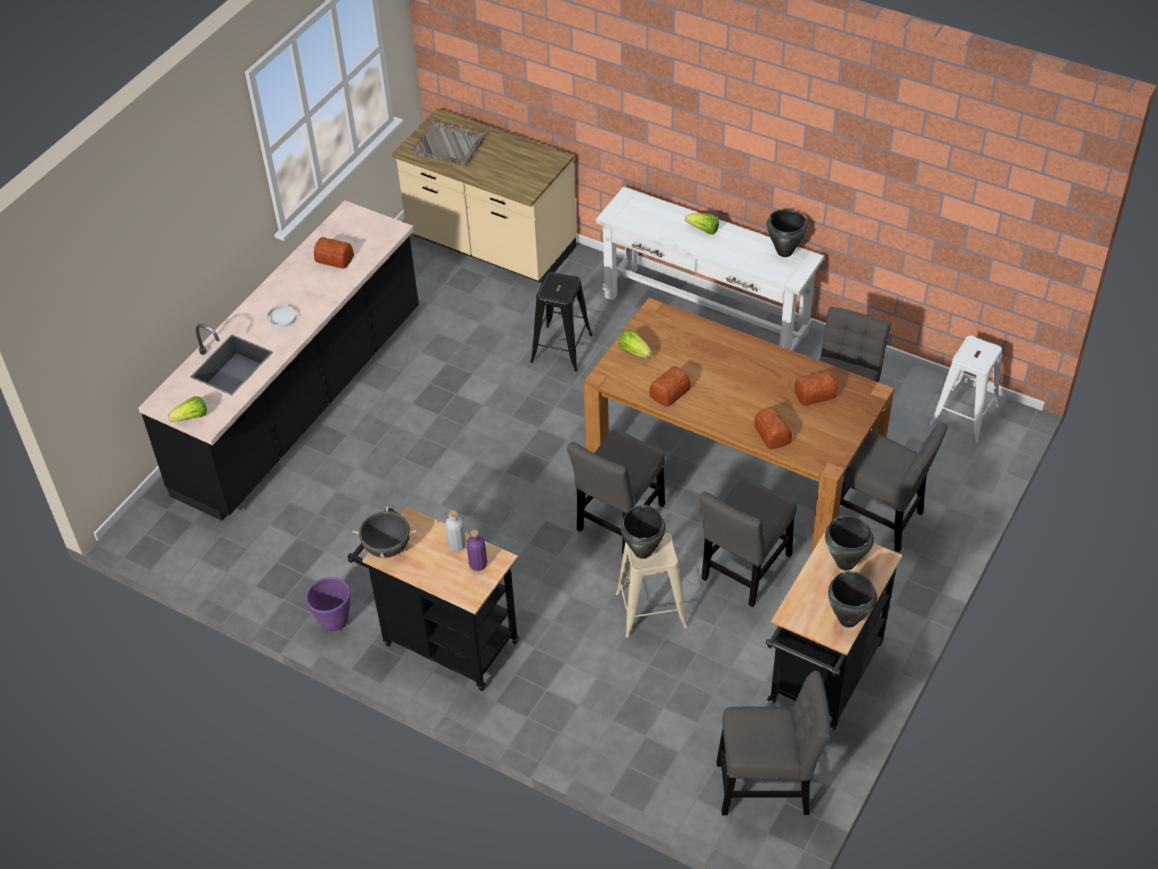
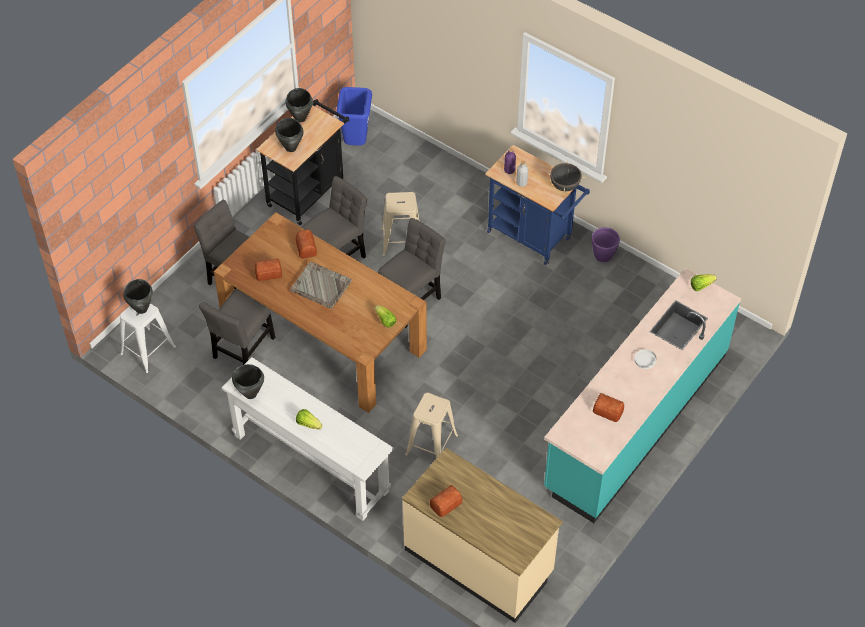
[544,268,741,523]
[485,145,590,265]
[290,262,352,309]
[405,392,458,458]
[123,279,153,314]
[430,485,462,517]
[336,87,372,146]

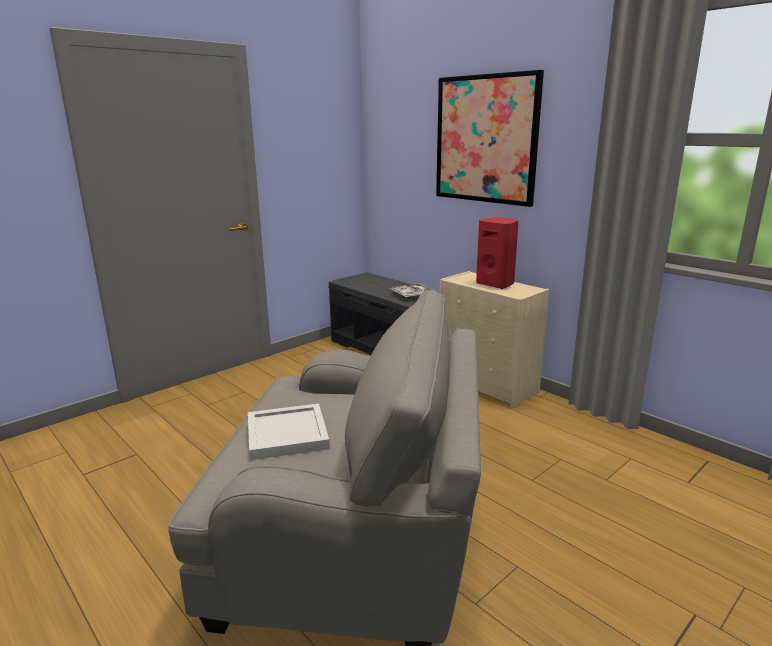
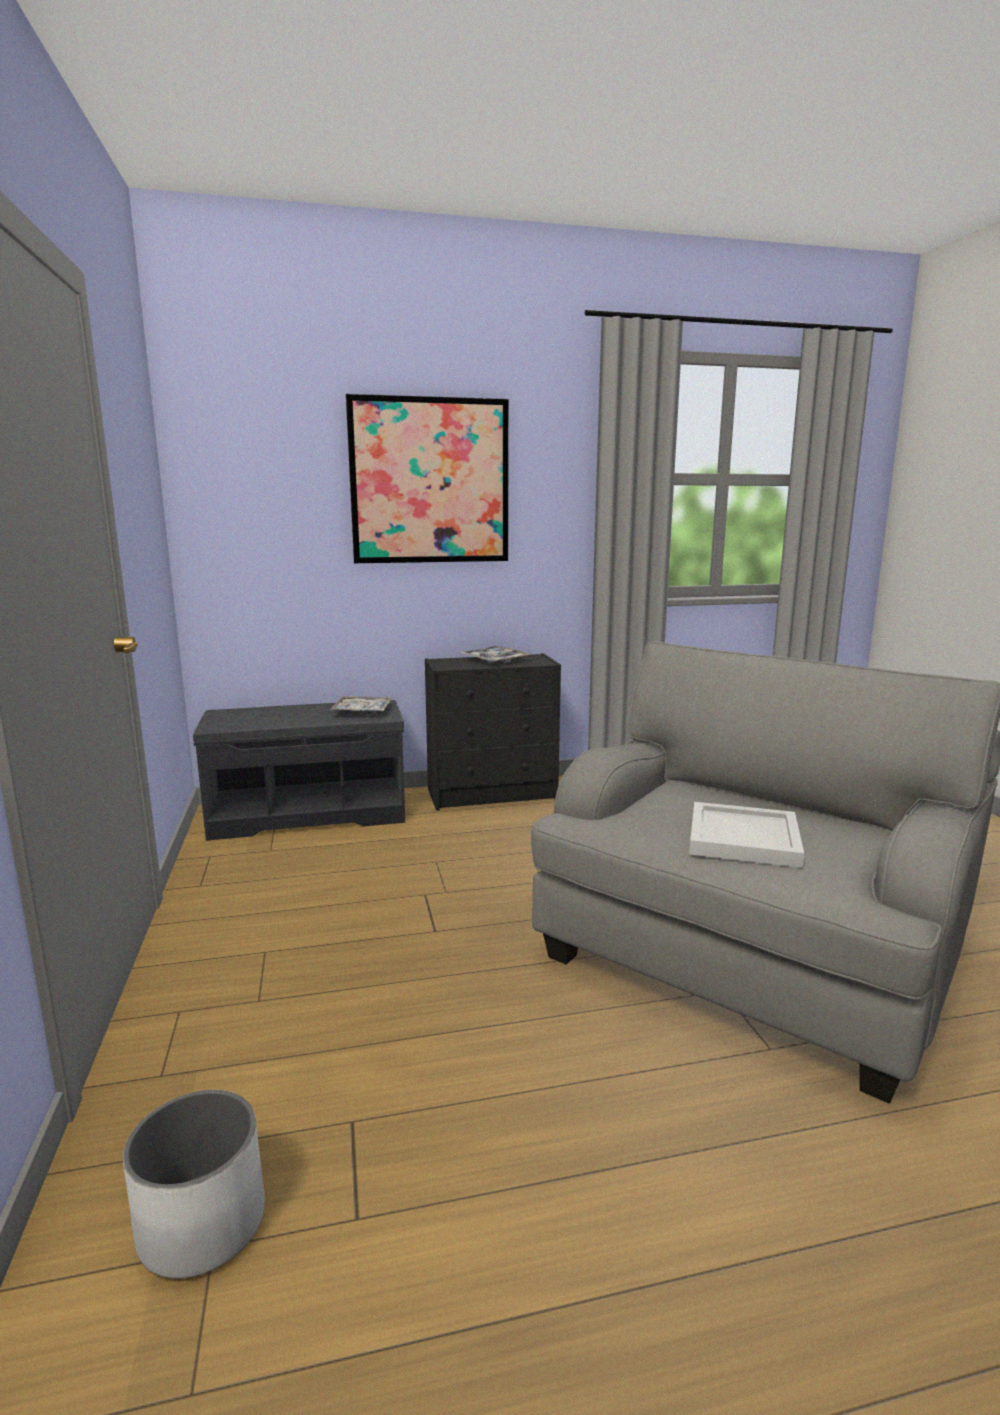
[425,653,561,811]
[460,646,530,663]
[123,1090,265,1279]

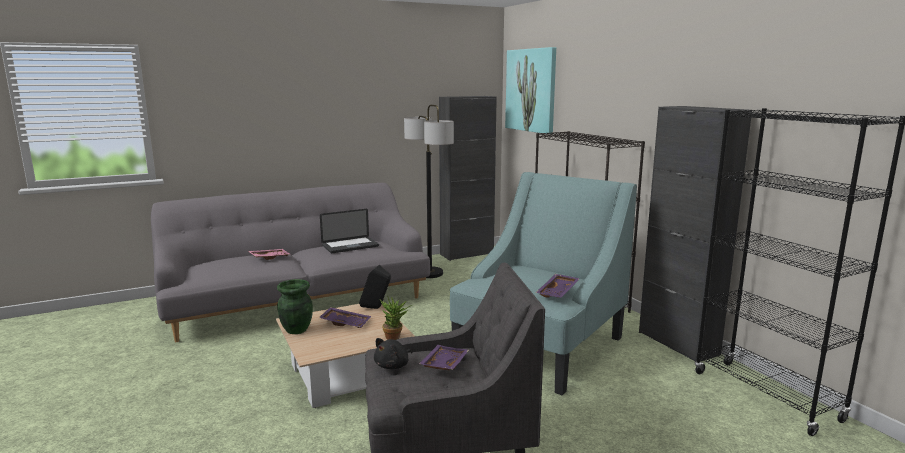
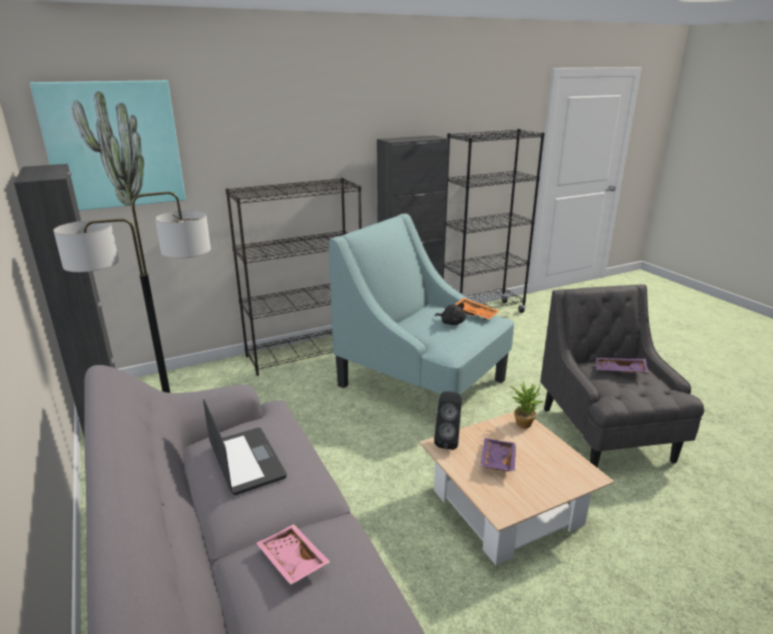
[277,279,313,334] (first image)
[435,303,465,325]
[455,298,499,320]

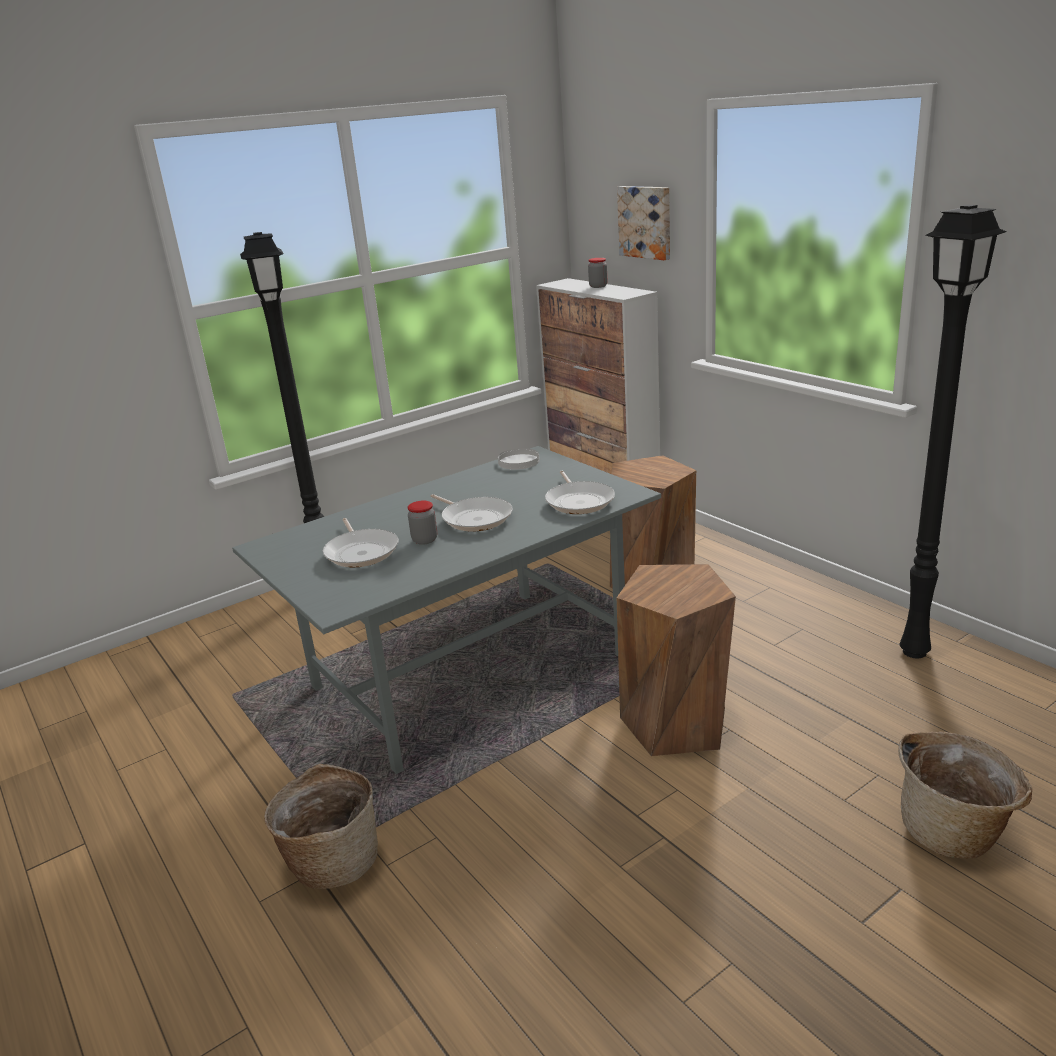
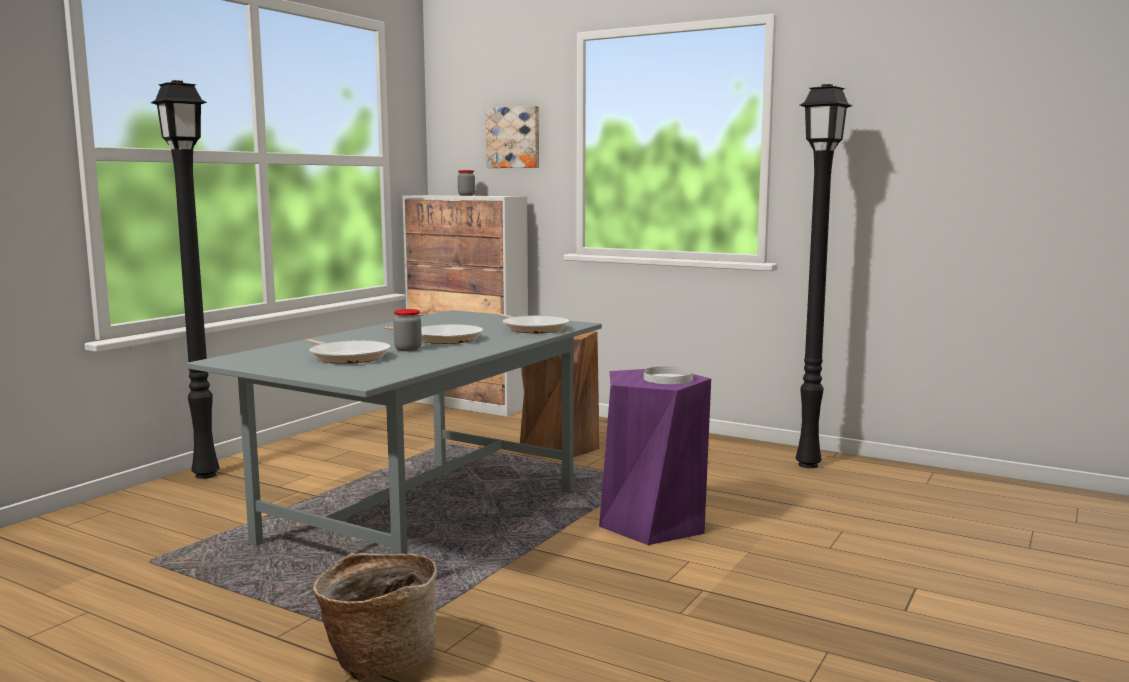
[644,366,693,384]
[599,369,711,545]
[898,732,1032,859] (first image)

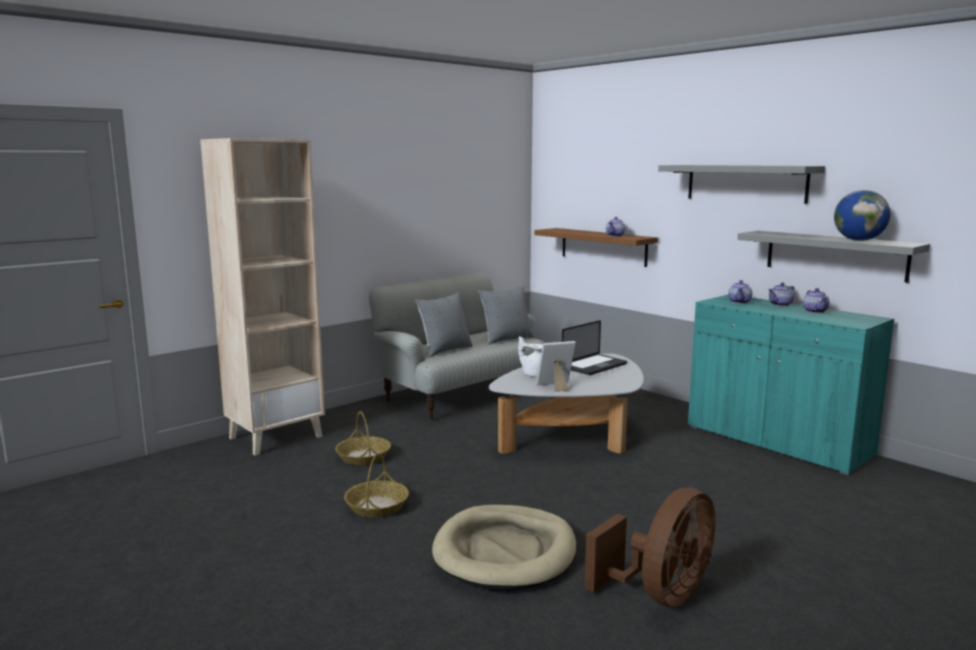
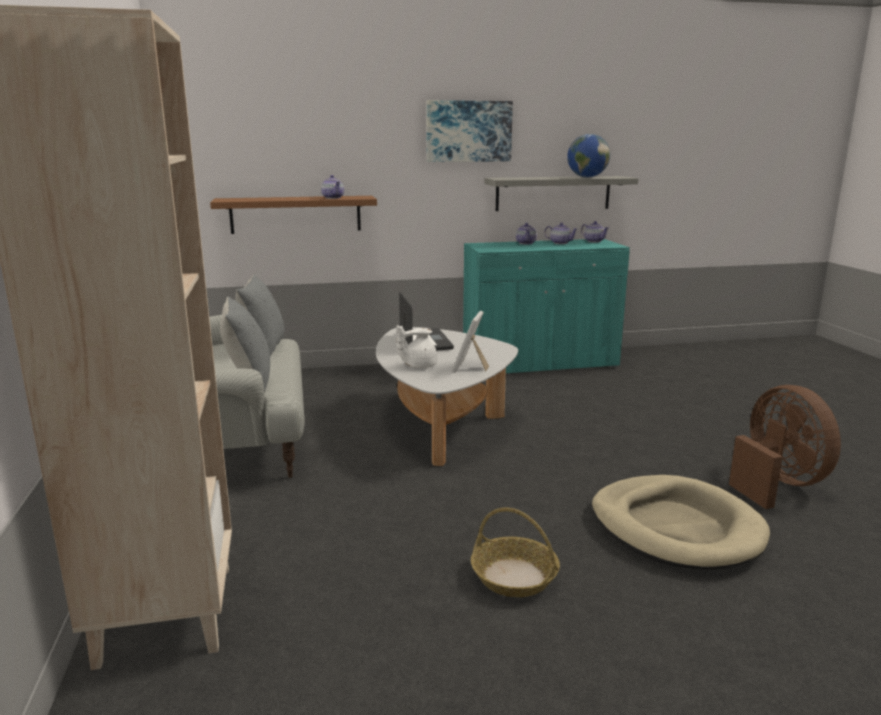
[335,411,391,465] (first image)
[426,100,513,162]
[581,221,609,242]

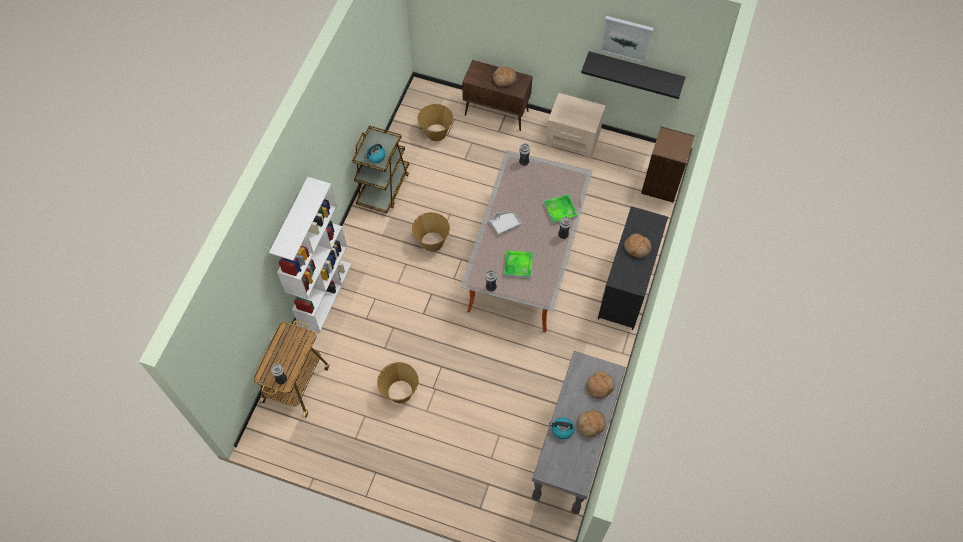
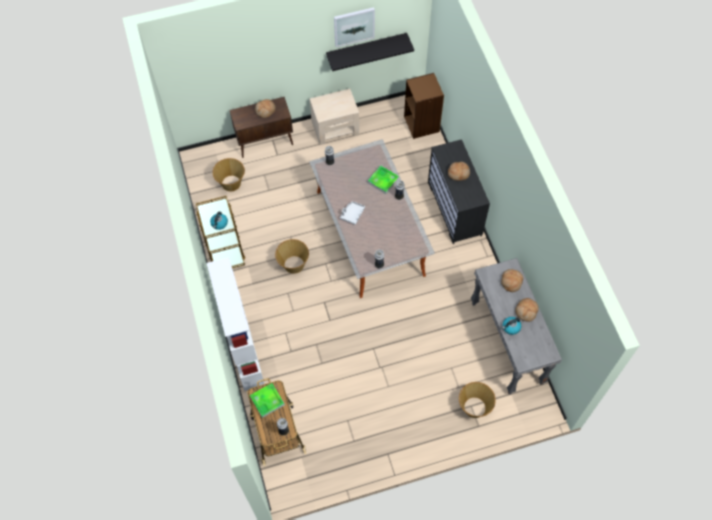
[459,382,496,418]
[250,383,285,418]

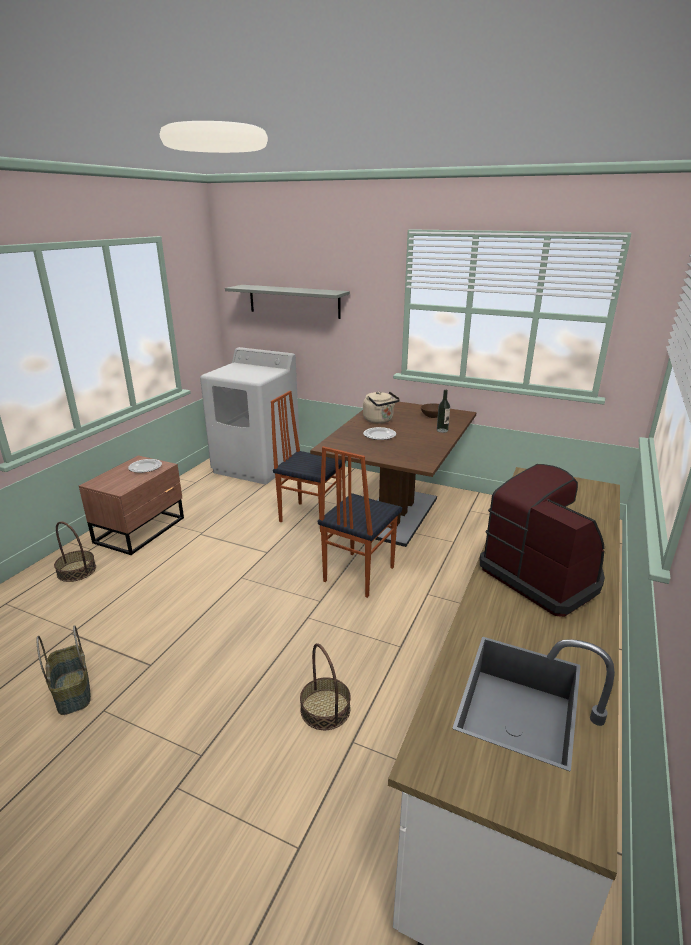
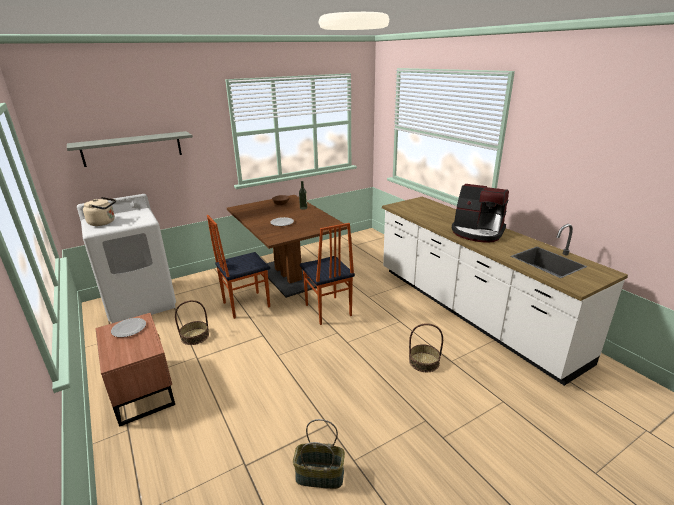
[175,300,209,345]
[83,197,116,226]
[452,184,509,243]

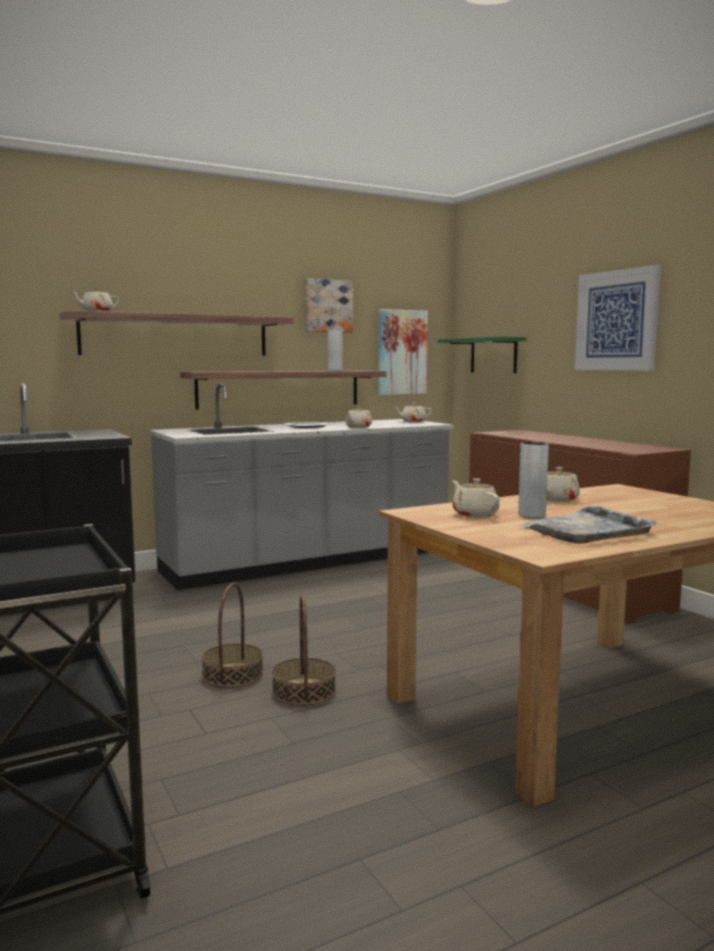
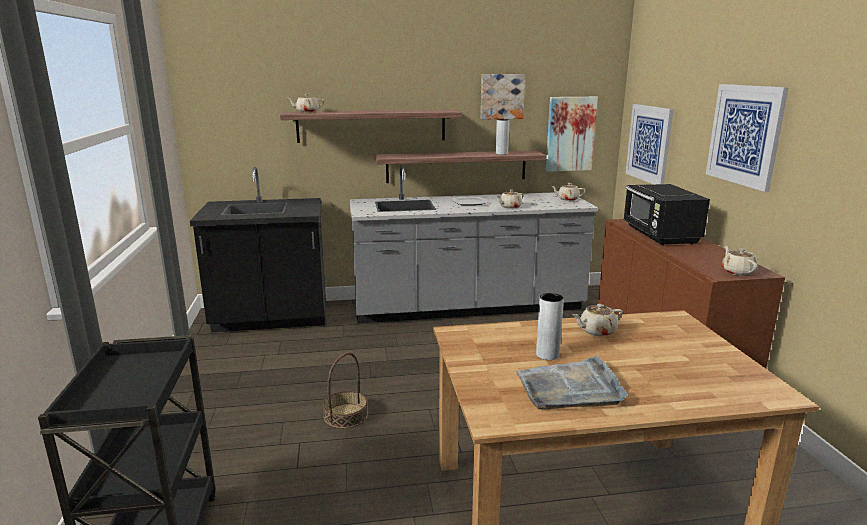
[272,594,336,706] (first image)
[625,104,674,184]
[722,246,757,276]
[623,184,710,246]

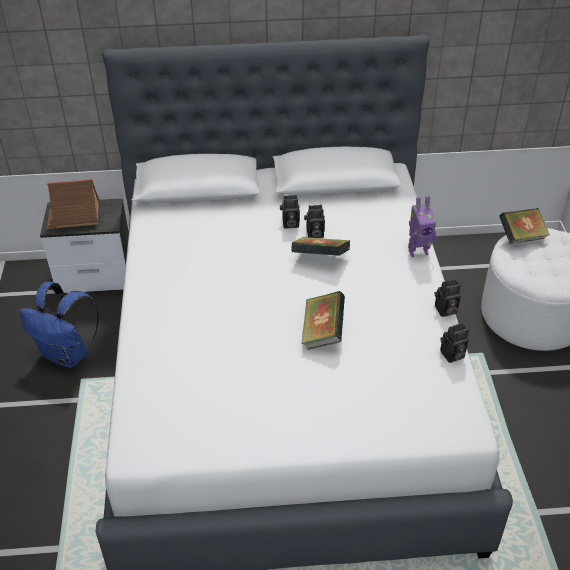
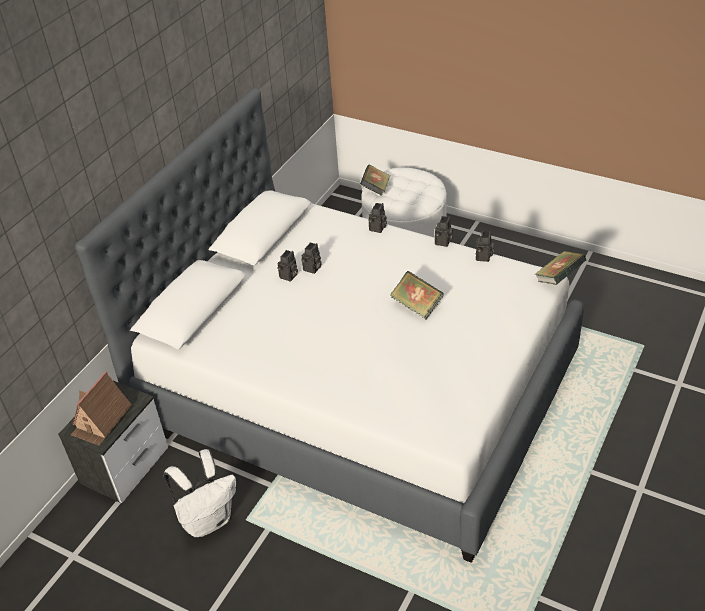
[163,449,236,537]
[535,251,586,285]
[368,203,387,233]

